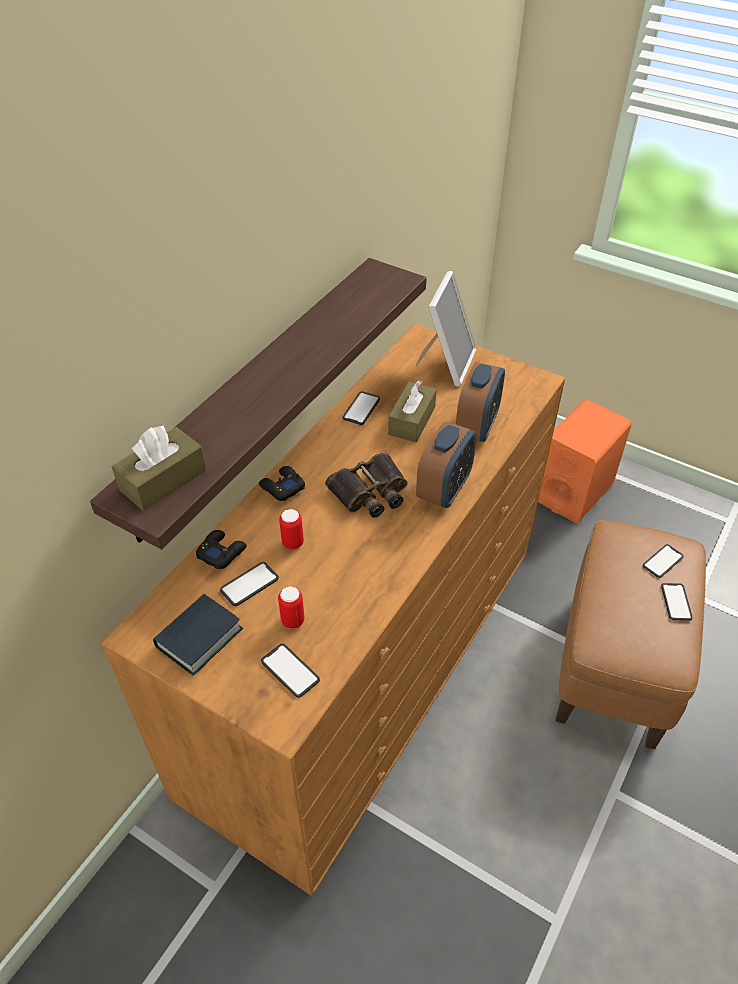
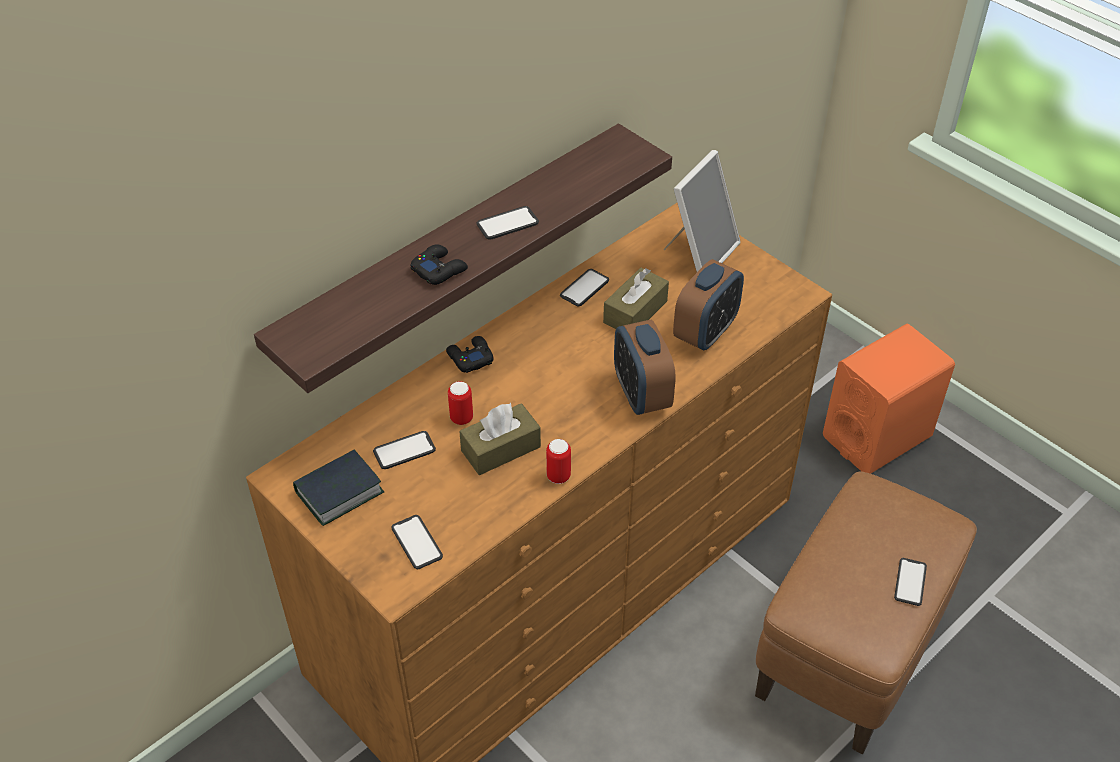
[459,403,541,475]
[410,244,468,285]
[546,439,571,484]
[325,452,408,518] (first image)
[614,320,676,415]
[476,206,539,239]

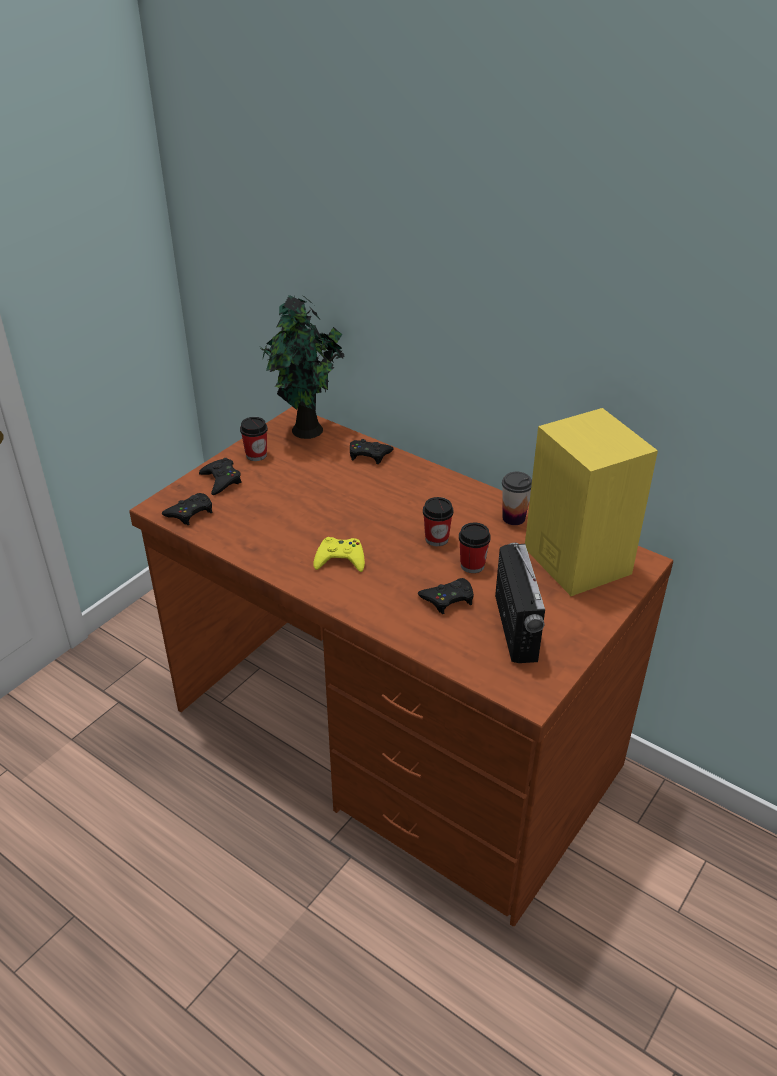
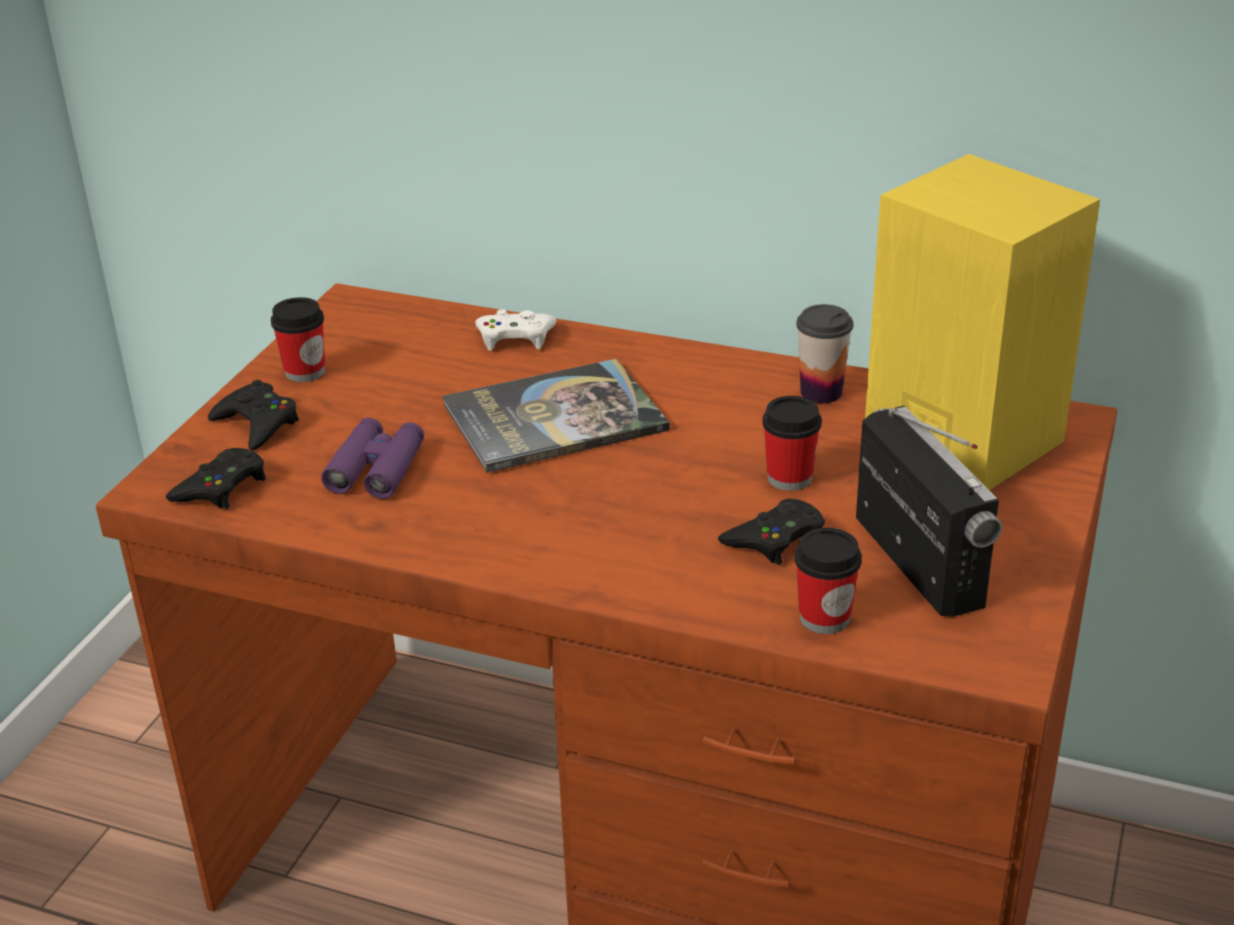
[261,295,345,439] (first image)
[314,537,365,572] (first image)
[475,309,557,351]
[795,528,862,634]
[321,418,424,499]
[442,359,670,473]

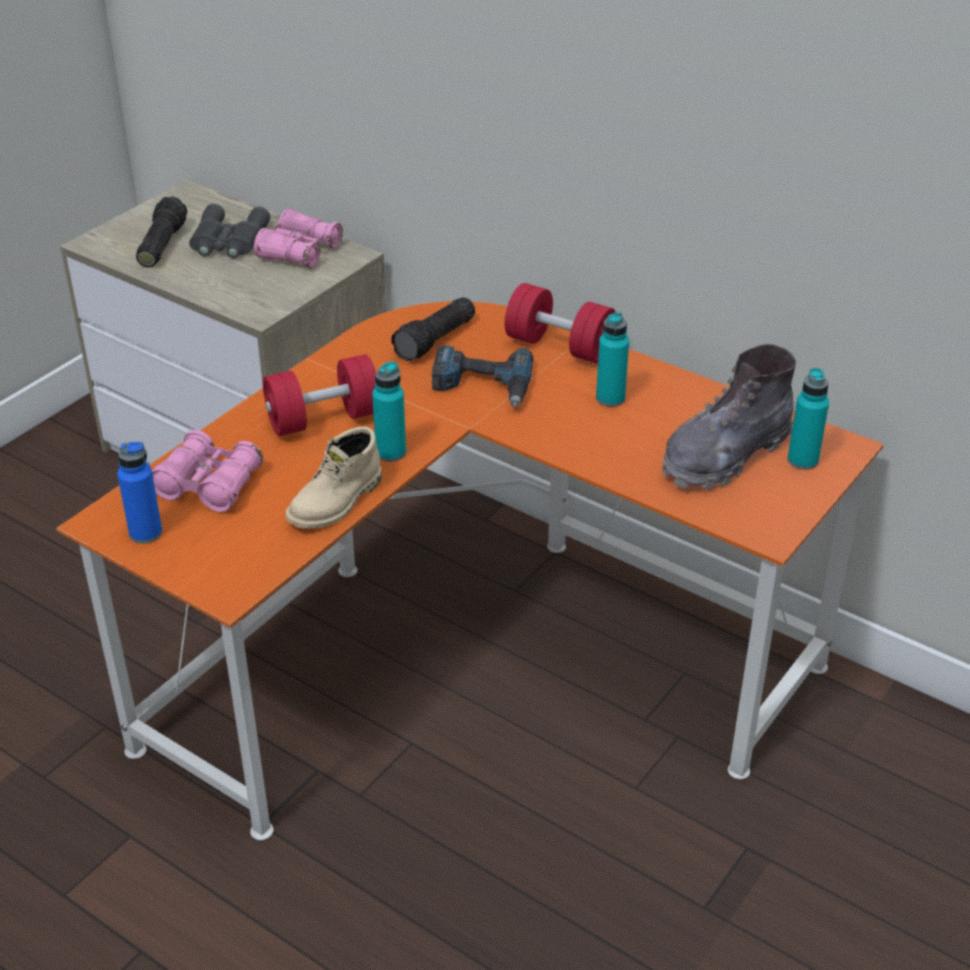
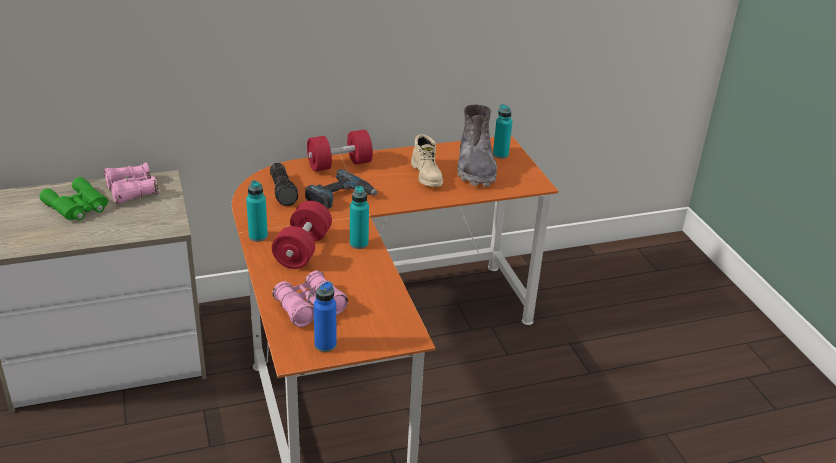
[136,197,187,268] (first image)
[40,177,108,221]
[411,134,443,187]
[246,180,268,242]

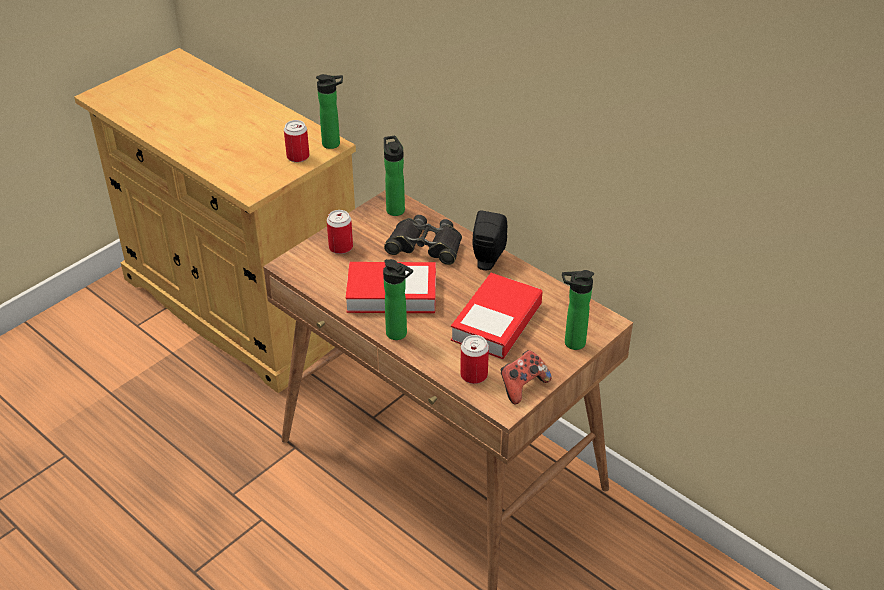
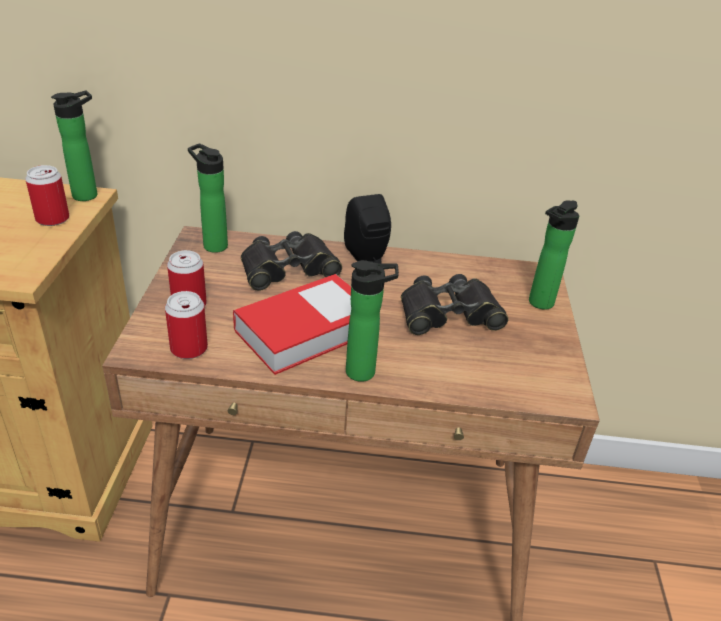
[401,274,508,335]
[165,291,208,359]
[501,350,552,405] (first image)

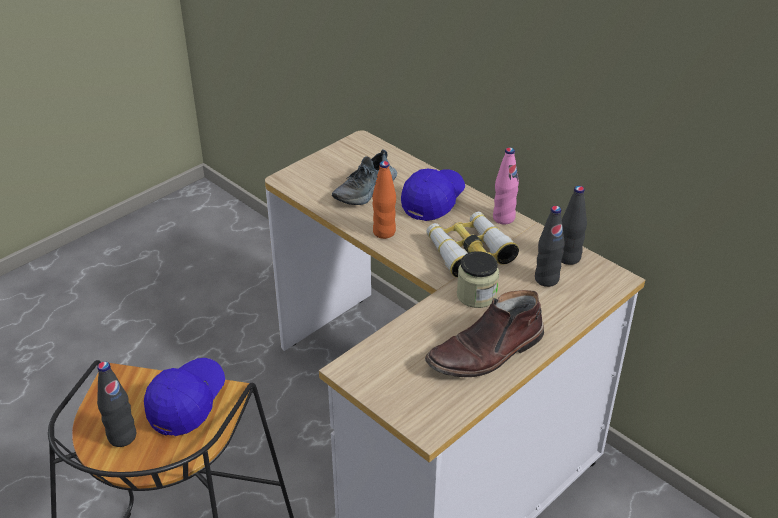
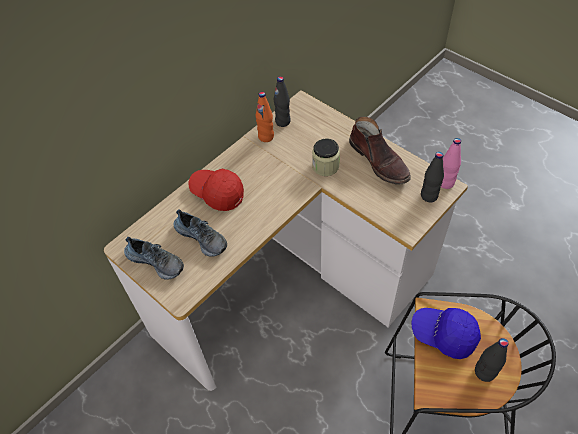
[256,92,274,142]
[189,169,244,211]
[426,211,519,277] (first image)
[441,138,461,189]
[421,152,444,203]
[124,237,184,279]

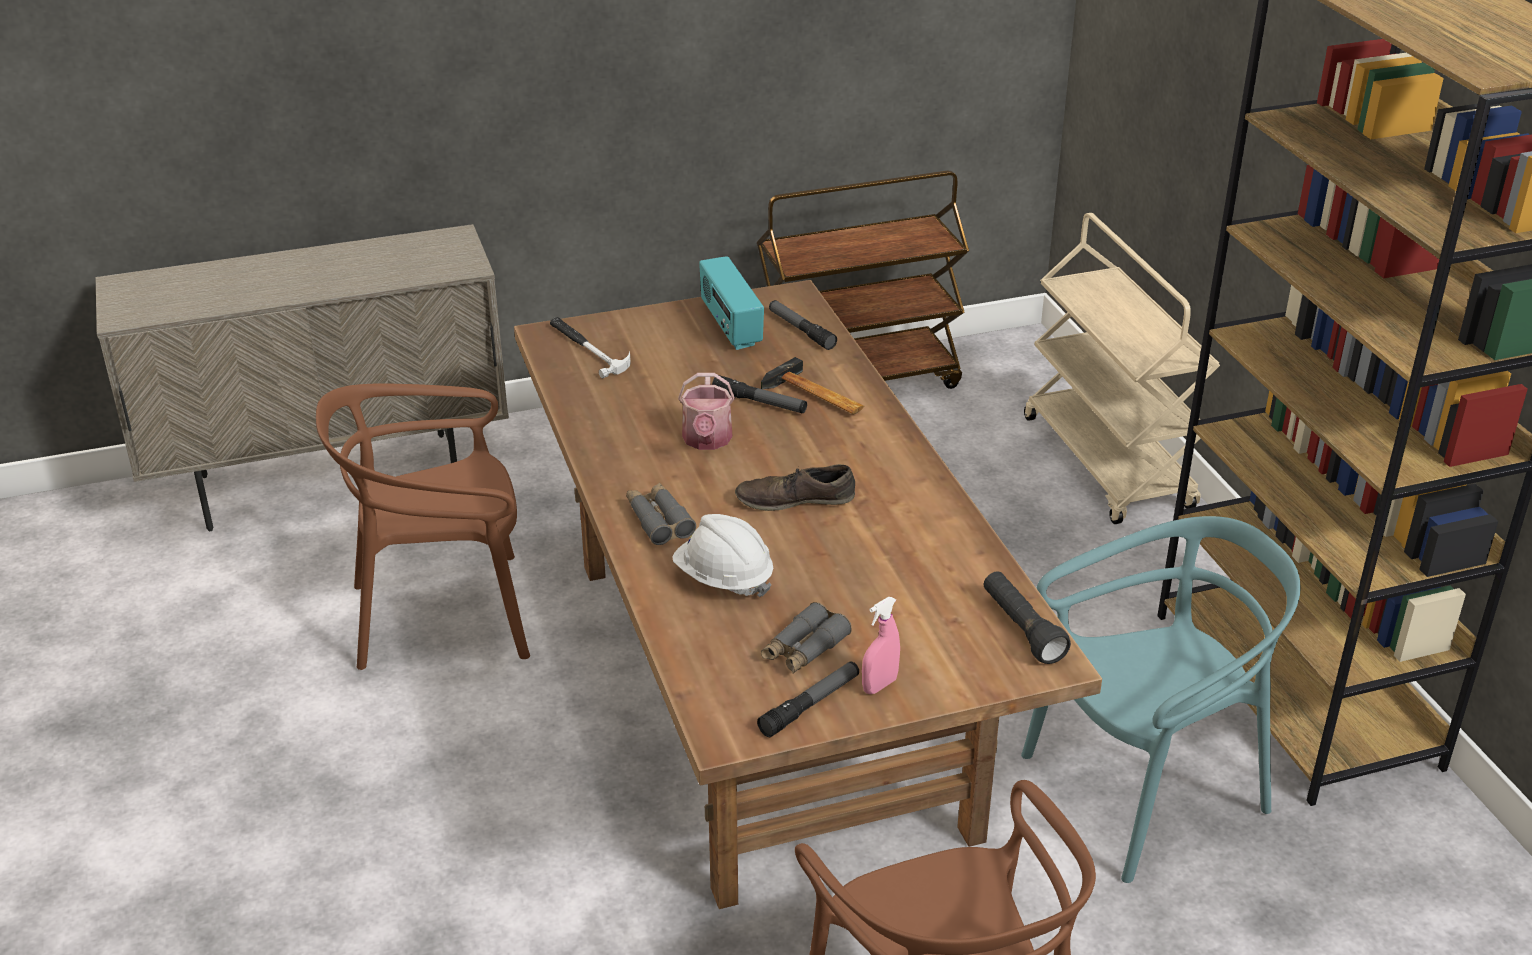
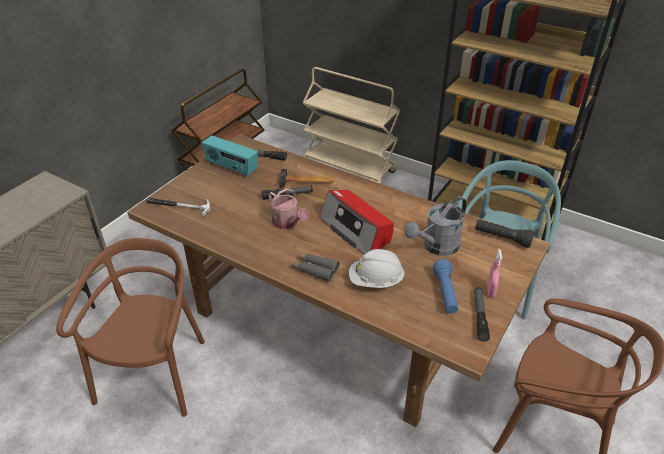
[56,238,205,417]
[319,190,394,254]
[433,259,458,314]
[405,196,467,256]

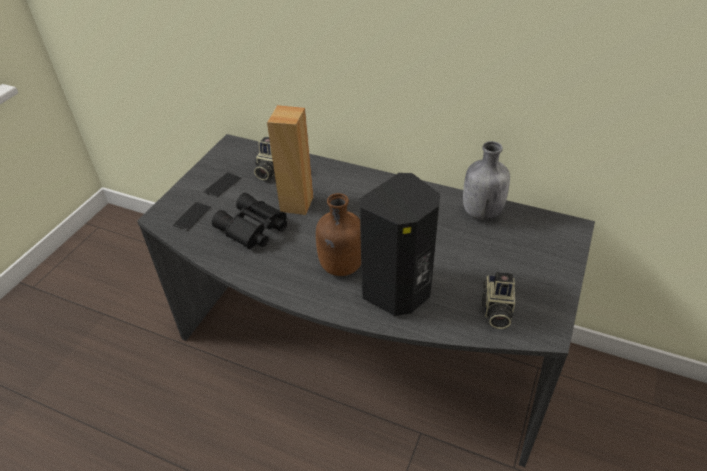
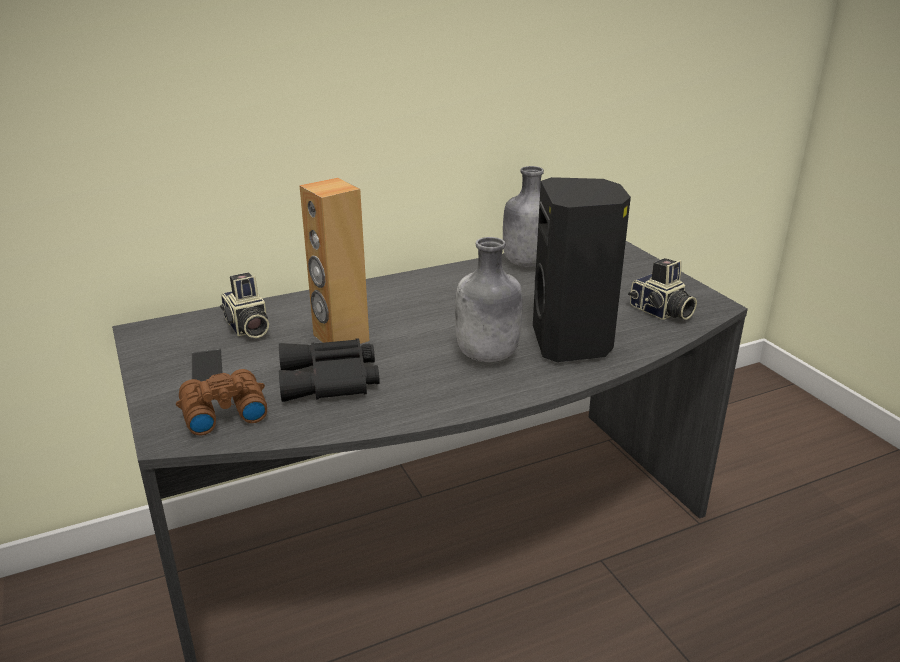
[176,369,267,436]
[455,237,523,362]

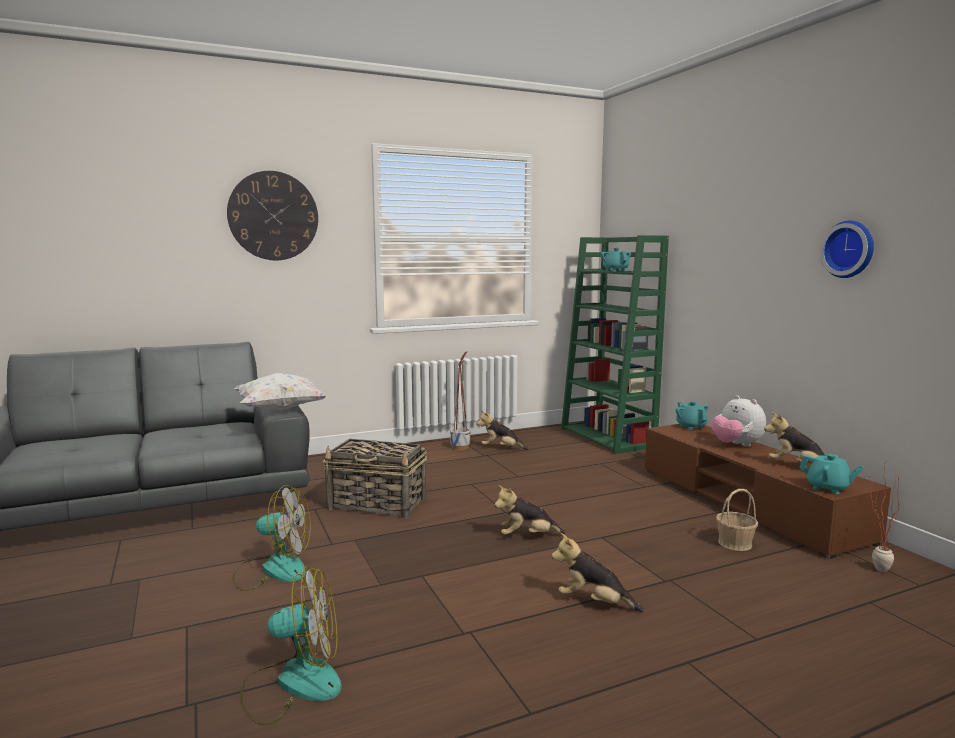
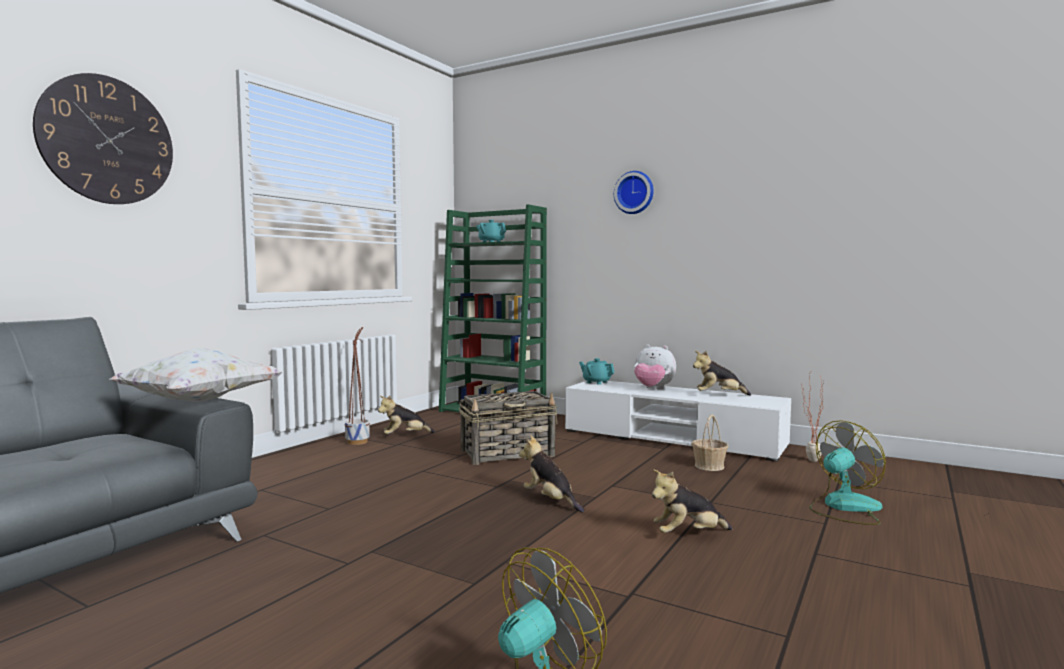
[809,420,886,525]
[459,391,557,465]
[519,435,584,513]
[565,381,791,462]
[799,454,863,494] (first image)
[614,171,654,214]

